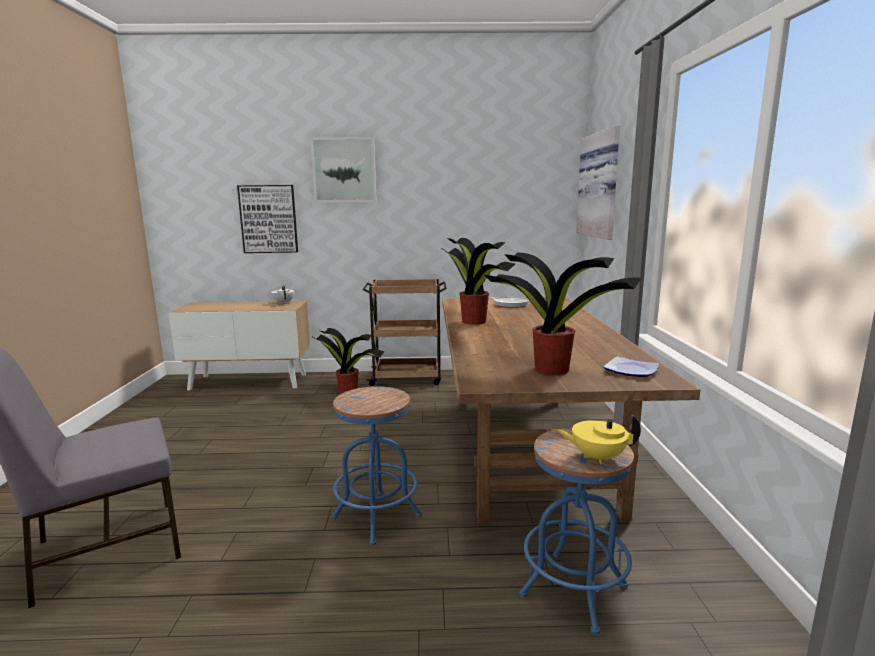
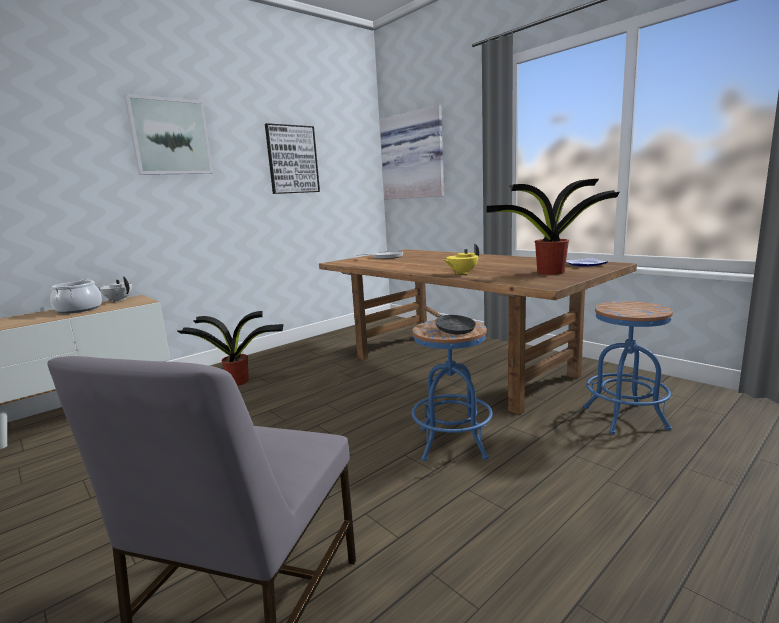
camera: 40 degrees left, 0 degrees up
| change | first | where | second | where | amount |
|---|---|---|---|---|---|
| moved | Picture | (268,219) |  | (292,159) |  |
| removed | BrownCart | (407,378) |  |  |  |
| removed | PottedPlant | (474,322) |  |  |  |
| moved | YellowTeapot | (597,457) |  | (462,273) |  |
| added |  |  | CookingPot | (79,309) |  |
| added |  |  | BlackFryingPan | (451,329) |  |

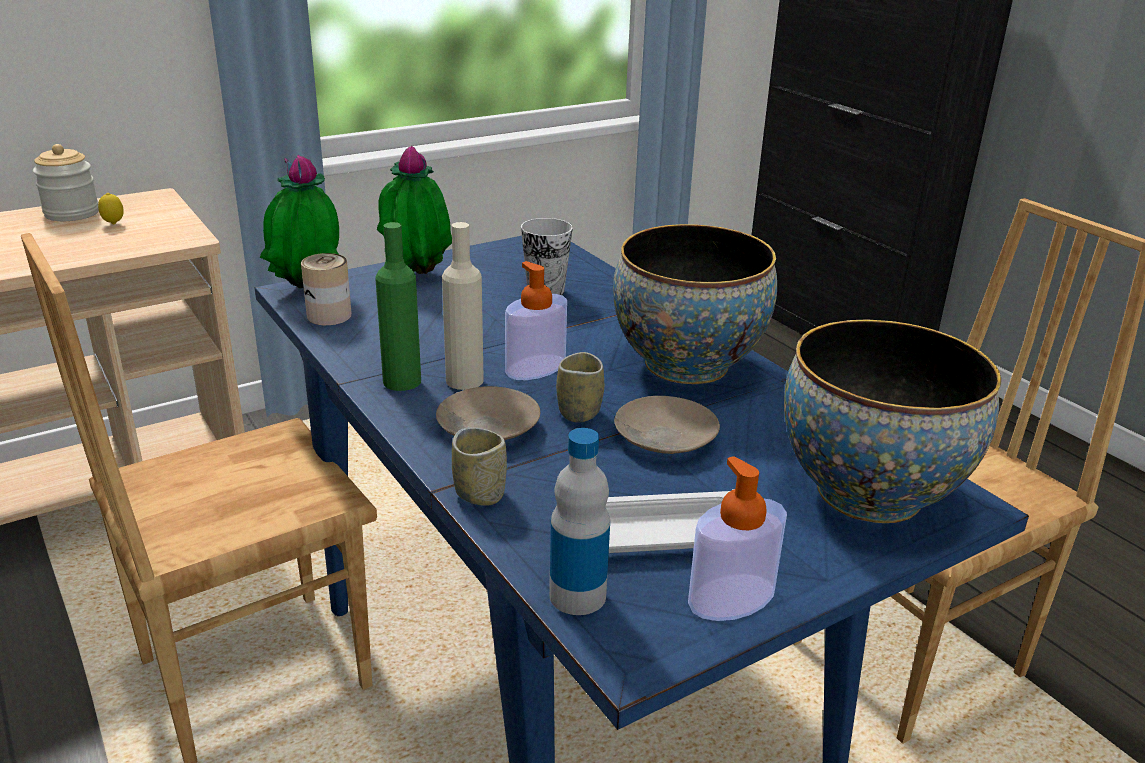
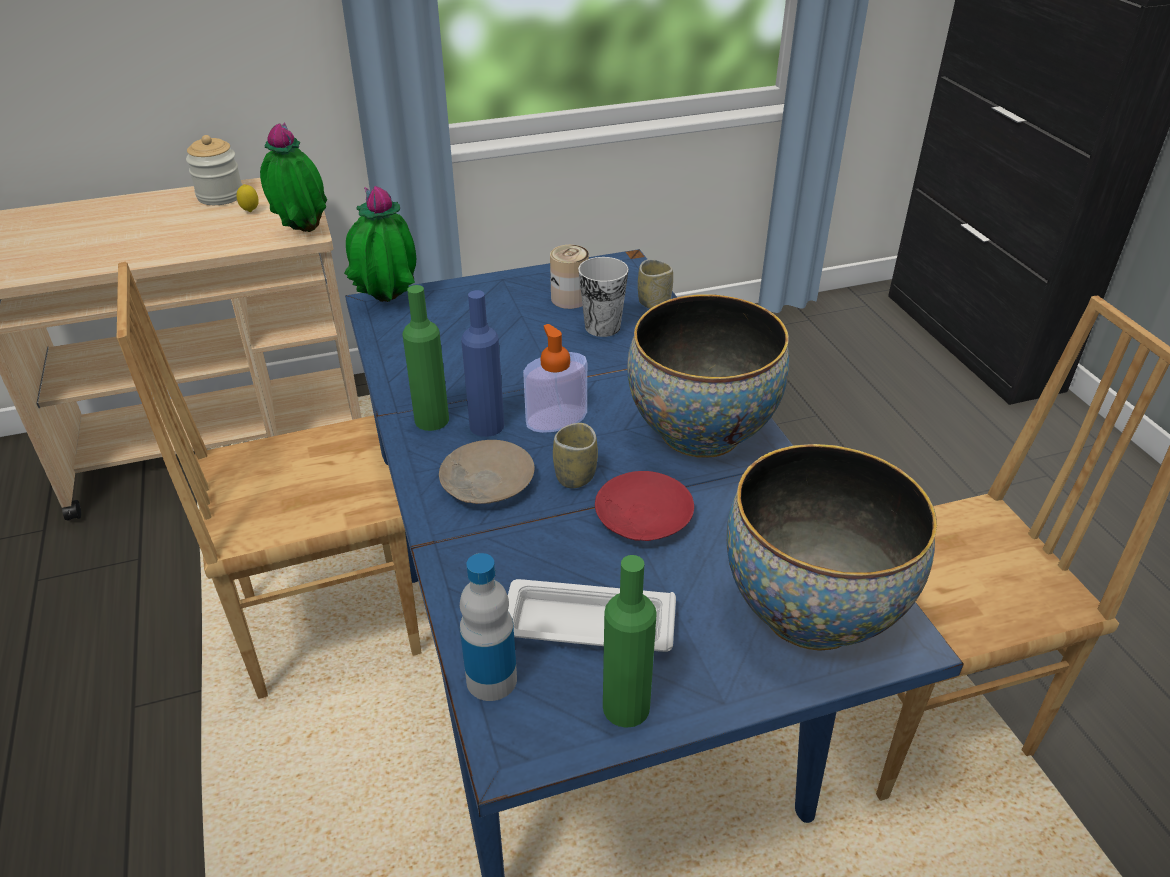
camera: 15 degrees right, 10 degrees up
| change | first | where | second | where | amount |
|---|---|---|---|---|---|
| moved | Can | (329,315) |  | (569,298) |  |
| moved | PottedPlant | (416,276) |  | (302,233) |  |
| recoloured | BeigeBottle | (464,380) | BlueBottle | (486,425) |  |
| moved | Cup | (479,494) |  | (654,303) |  |
| recoloured | BeigePlate | (665,437) | RedPlate | (643,516) |  |
| replaced | SoapDispenser | (731,598) | GreenBottle | (626,707) |  |

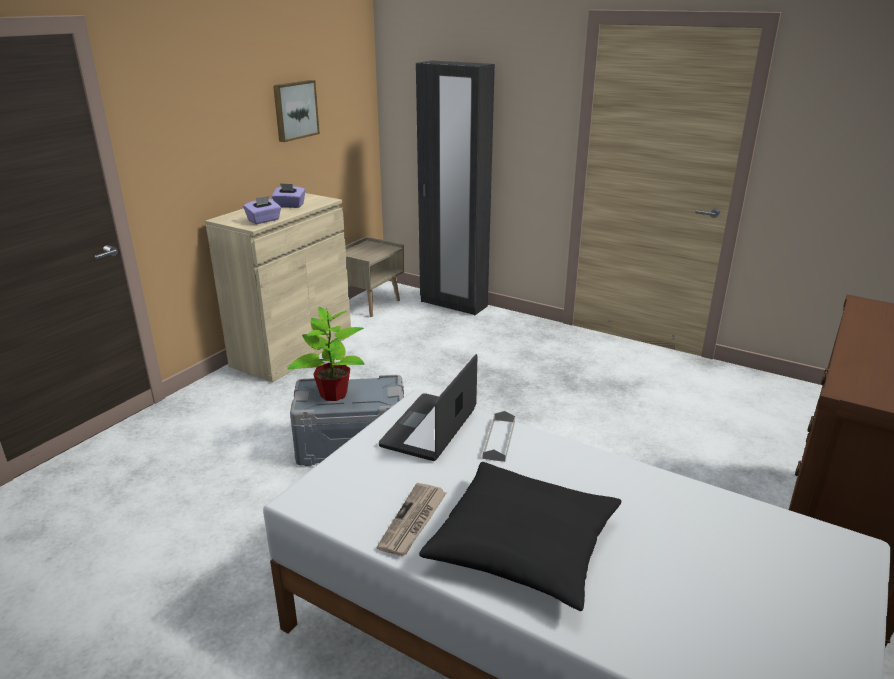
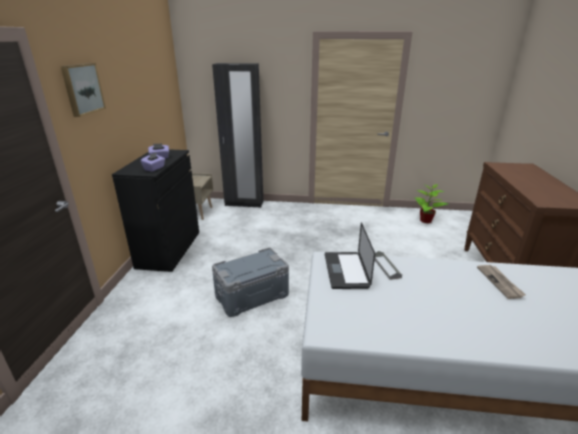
camera: 25 degrees left, 0 degrees up
| change | first | where | second | where | amount |
|---|---|---|---|---|---|
| recoloured | BeigeCabinet | (292,350) | BlackCabinet | (169,249) |  |
| moved | Picture | (294,110) |  | (82,89) |  |
| moved | PottedPlant | (333,394) |  | (425,220) |  |
| moved | Newspaper | (413,521) |  | (500,282) |  |
| removed | BlackPillow | (523,545) |  |  |  |

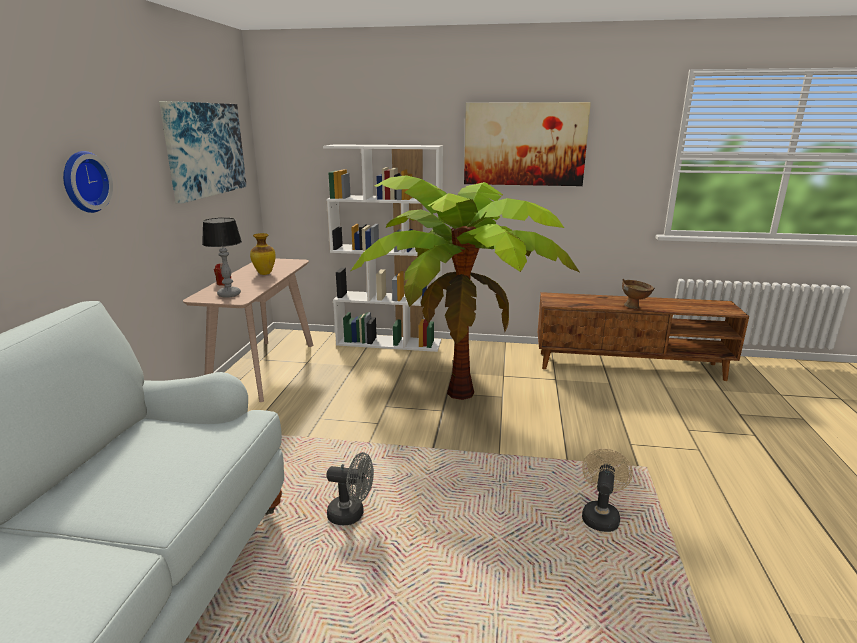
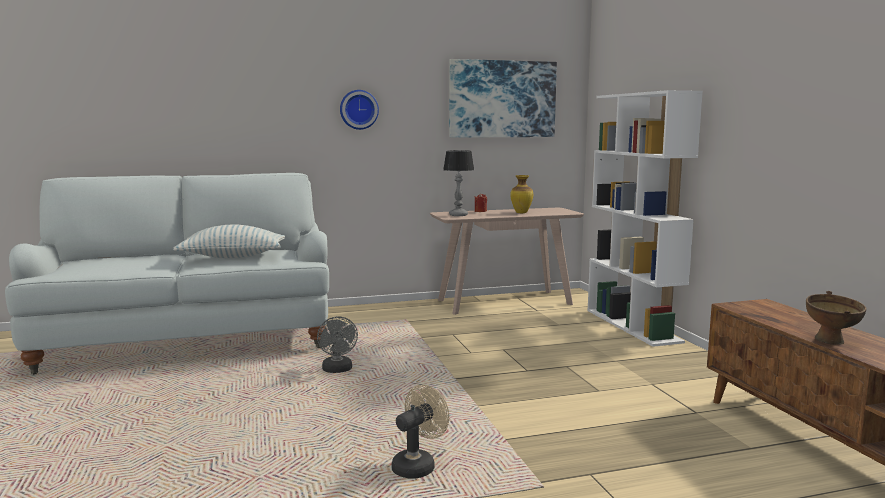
camera: 65 degrees right, 10 degrees down
| change | first | where | second | where | amount |
|---|---|---|---|---|---|
| removed | PottedPlant | (460,392) |  |  |  |
| removed | Picture | (524,144) |  |  |  |
| turned | BeigeFan | (600,515) |  | (418,465) | 45 degrees counterclockwise |
| added |  |  | Pillow | (233,257) |  |

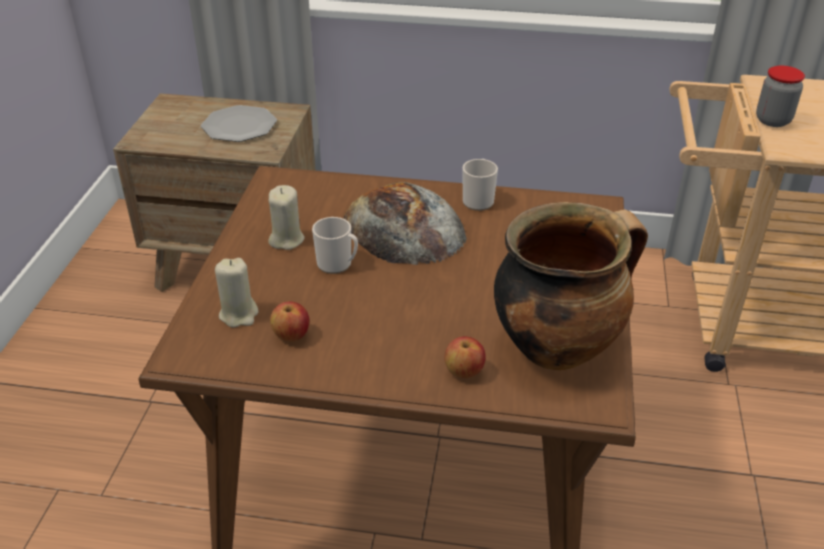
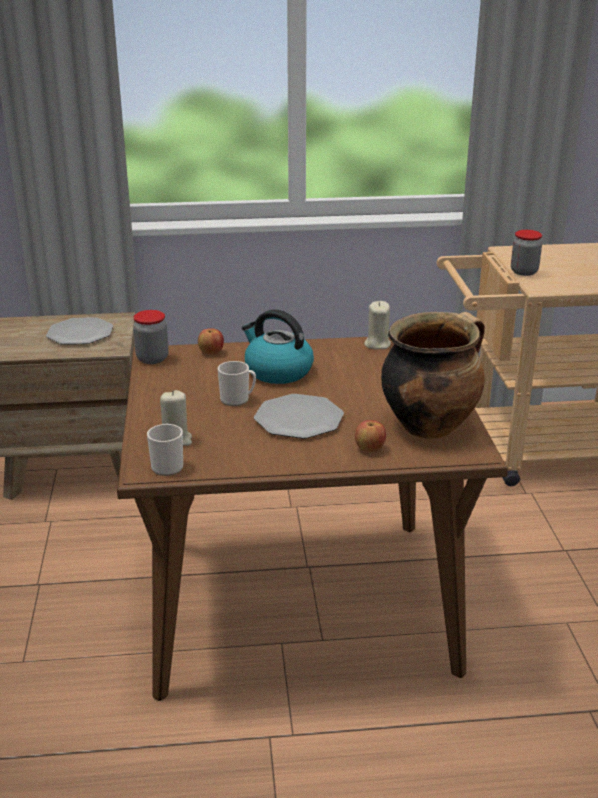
camera: 15 degrees left, 10 degrees down
| change | first | where | second | where | amount |
|---|---|---|---|---|---|
| moved | BeigeCandle | (286,239) |  | (377,344) |  |
| moved | Apple | (291,335) |  | (211,352) |  |
| replaced | Bread | (404,228) | Kettle | (277,371) |  |
| moved | Mug | (478,200) |  | (167,465) |  |
| added |  |  | Jar | (152,358) |  |
| added |  |  | Plate | (299,419) |  |

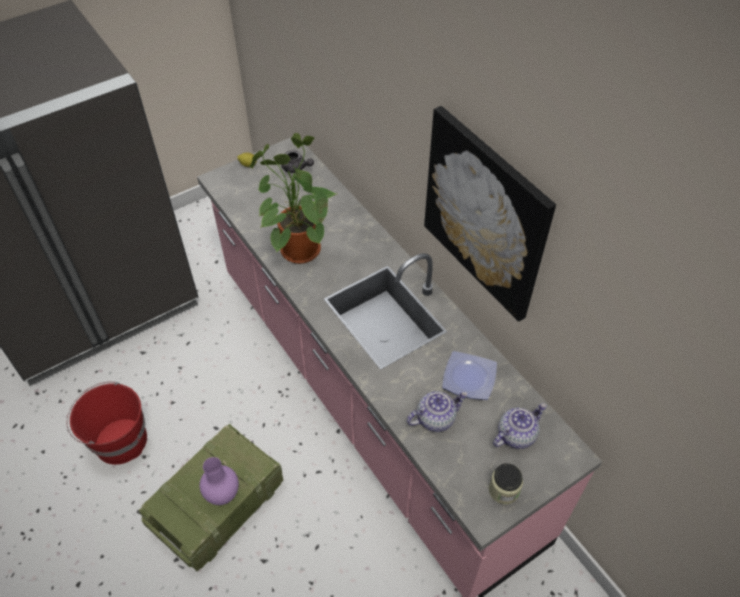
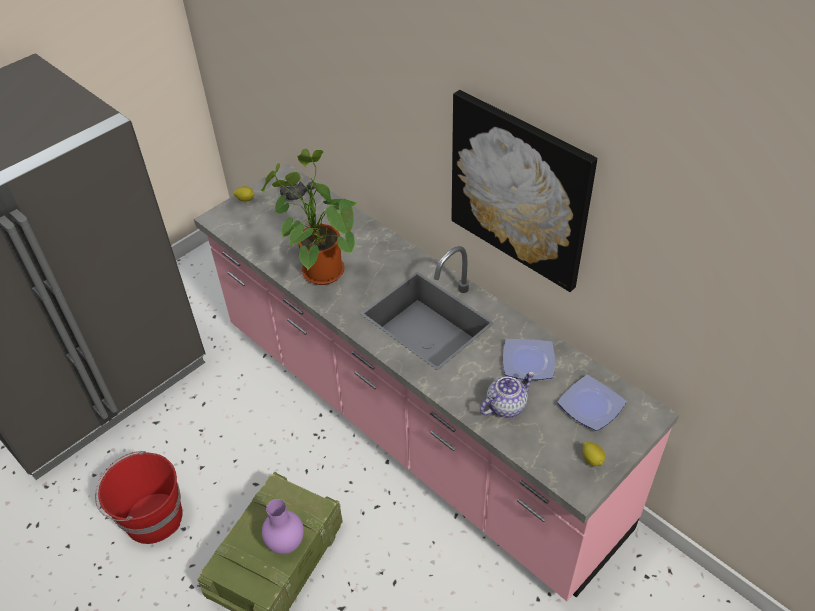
camera: 10 degrees left, 5 degrees down
| change | first | where | second | where | amount |
|---|---|---|---|---|---|
| replaced | Jar | (503,490) | Lemon | (592,459) |  |
| replaced | Teapot | (516,434) | Plate | (589,405) |  |

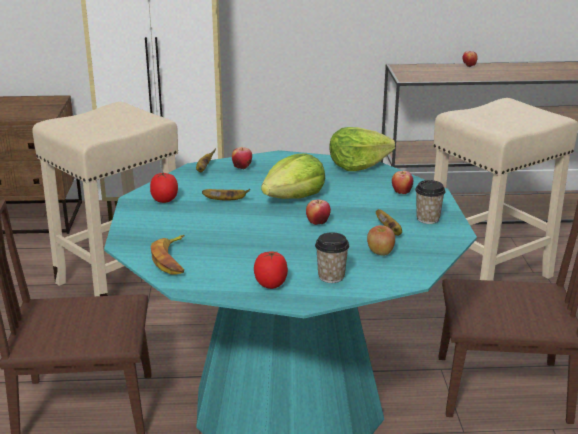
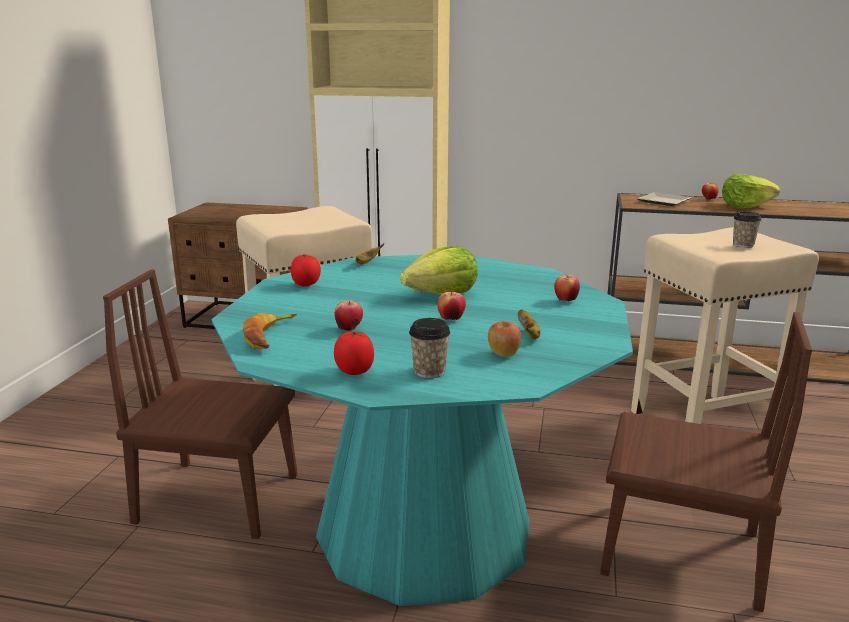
camera: 15 degrees right, 5 degrees down
| change | first | where | second | where | amount |
|---|---|---|---|---|---|
| removed | Banana | (226,201) |  |  |  |
| moved | Apple | (242,168) |  | (349,329) |  |
| moved | Lettuce | (358,165) |  | (745,206) |  |
| moved | Cup | (428,219) |  | (743,245) |  |
| added |  |  | Plate | (664,202) |  |

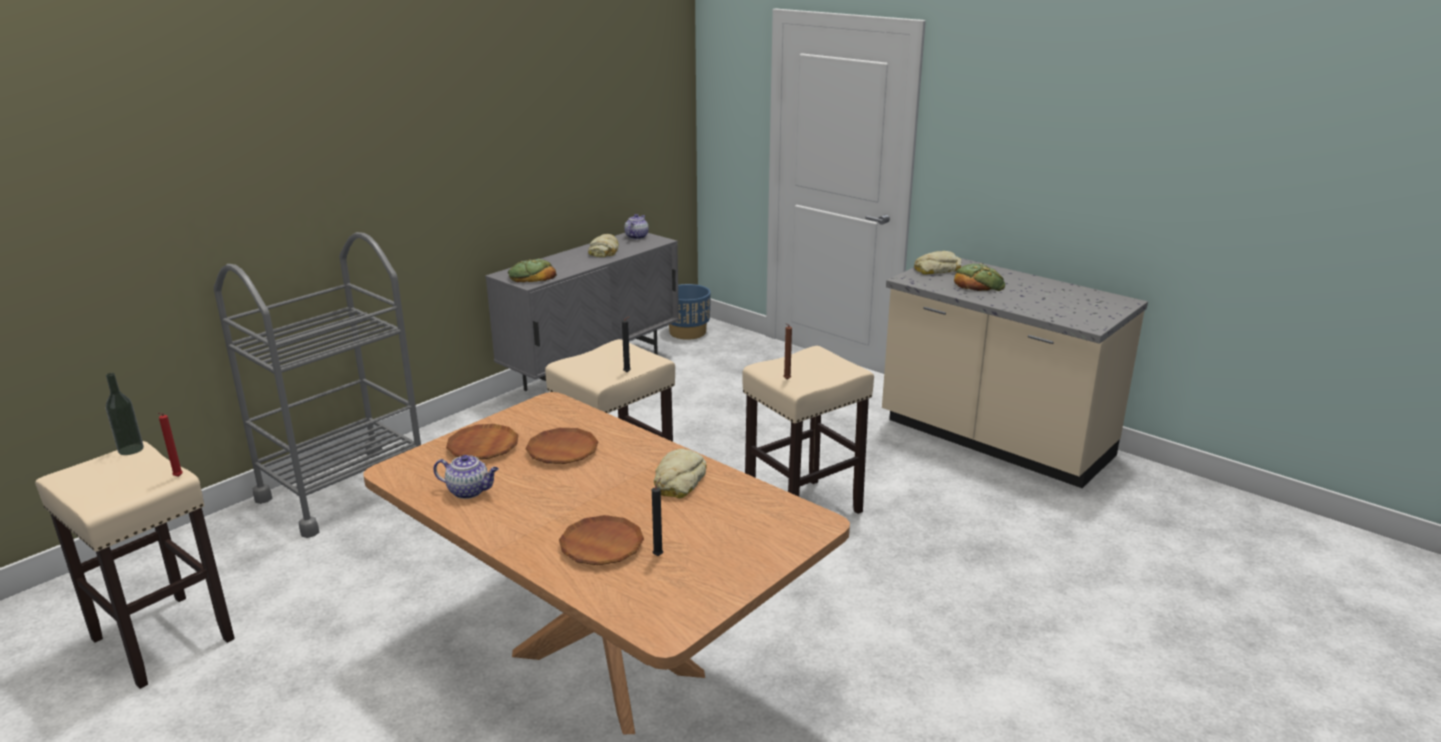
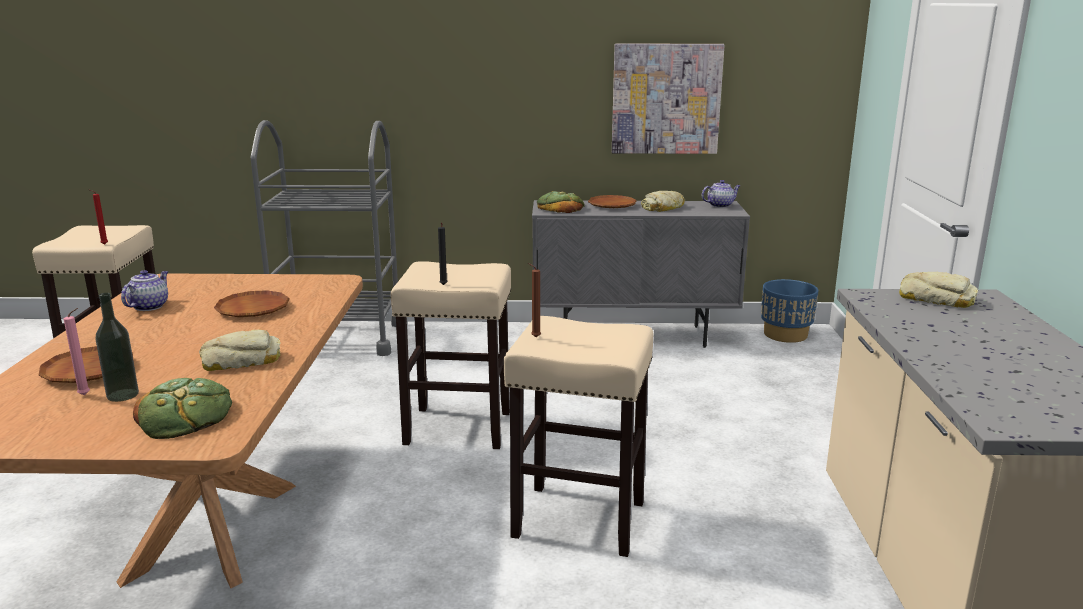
camera: 50 degrees right, 5 degrees down
| change | first | where | second | where | amount |
|---|---|---|---|---|---|
| moved | Bottle | (131,449) |  | (122,395) |  |
| turned | Teapot | (469,491) |  | (149,306) | 135 degrees counterclockwise |
| moved | BrownPlate | (483,447) |  | (612,205) |  |
| recoloured | BlackCandle | (659,555) | PinkCandle | (86,395) |  |
| moved | Bread | (978,283) |  | (185,416) |  |
| added |  |  | Picture | (666,99) |  |

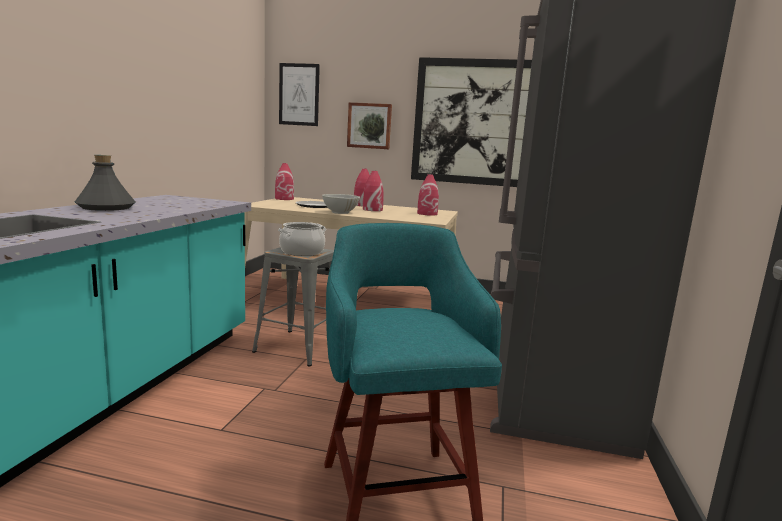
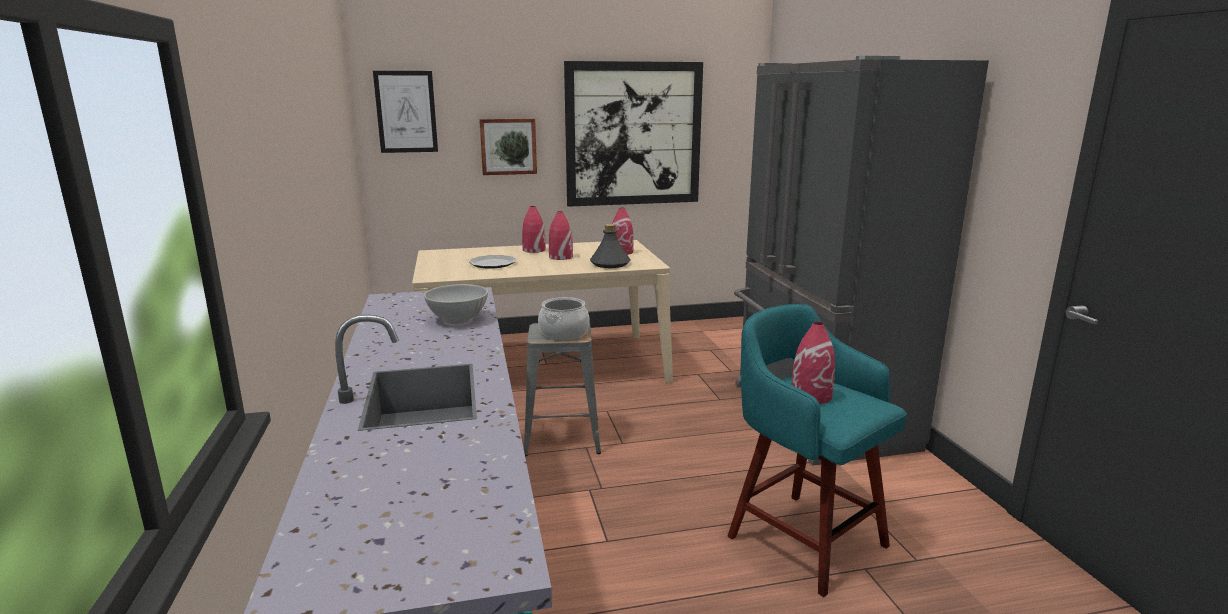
camera: 25 degrees left, 5 degrees up
| change | first | where | second | where | amount |
|---|---|---|---|---|---|
| moved | GreyBottle | (106,207) |  | (609,264) |  |
| moved | RedVase | (284,199) |  | (811,395) |  |
| moved | WhiteBowl | (340,212) |  | (457,319) |  |

